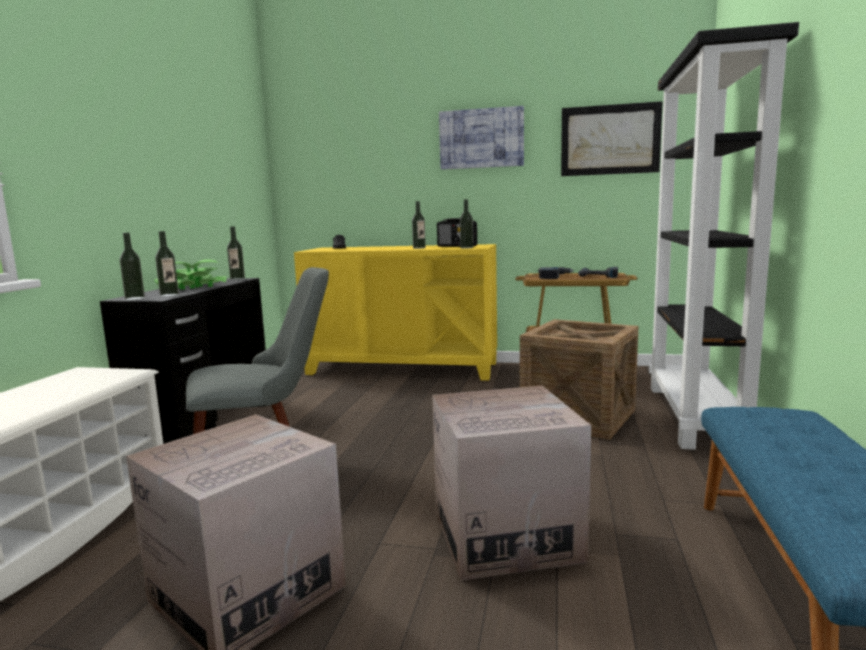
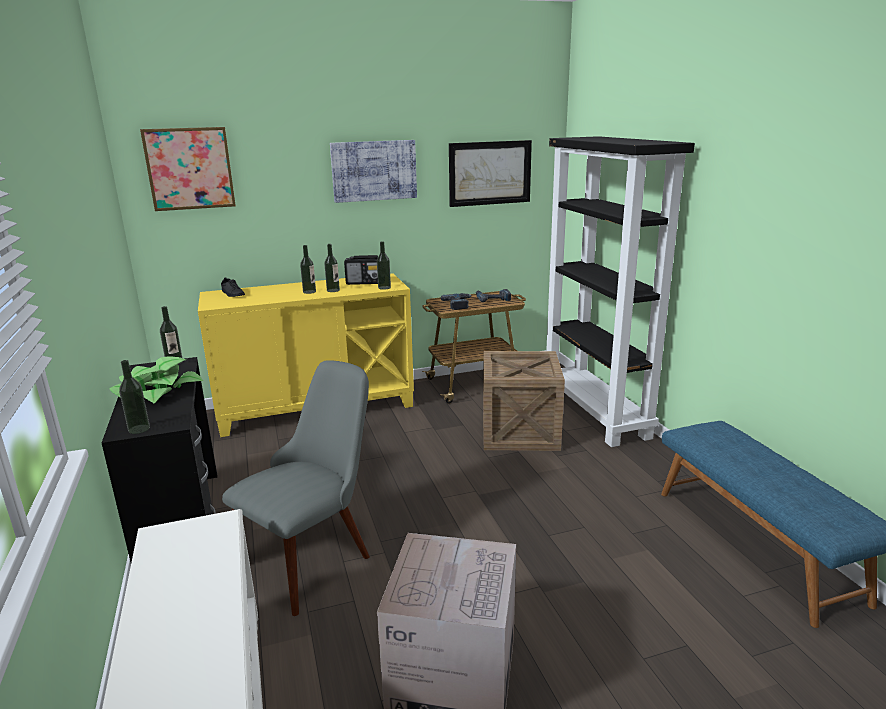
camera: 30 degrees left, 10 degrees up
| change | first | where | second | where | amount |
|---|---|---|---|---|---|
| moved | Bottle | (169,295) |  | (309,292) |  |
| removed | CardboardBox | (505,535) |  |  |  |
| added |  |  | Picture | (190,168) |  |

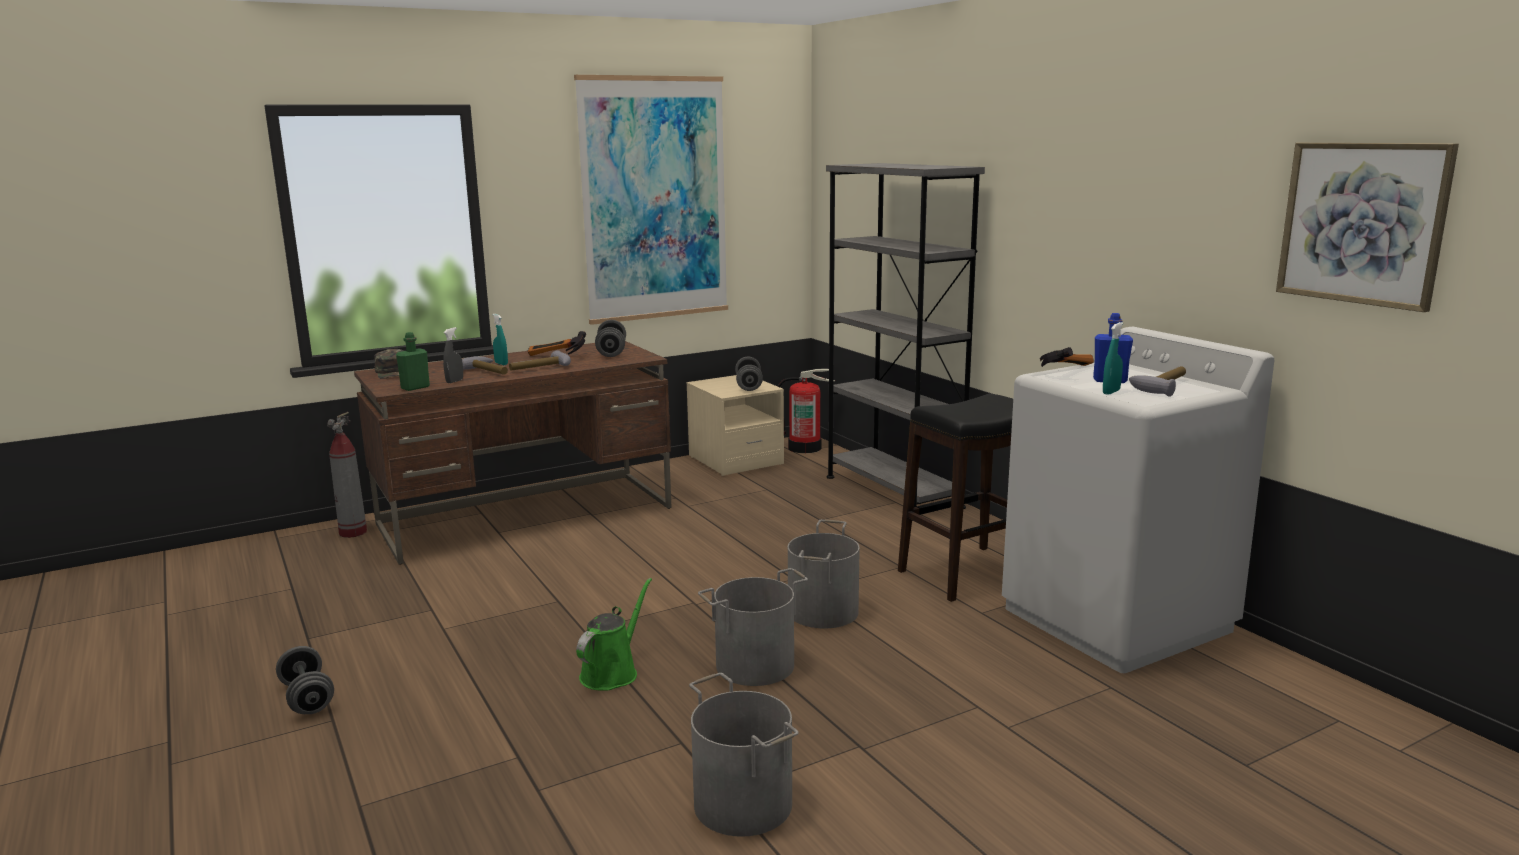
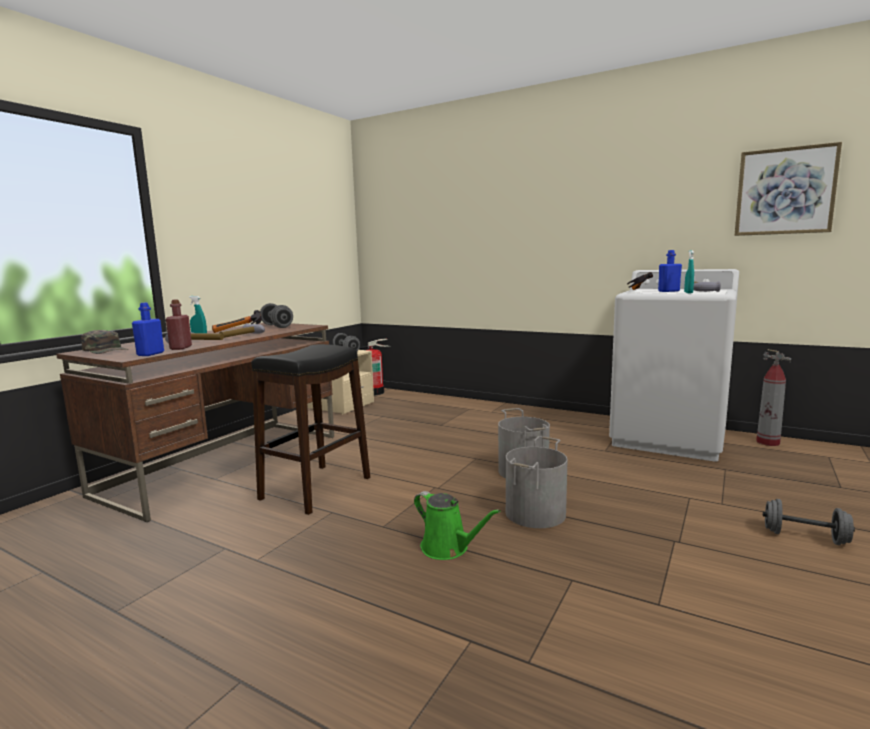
camera: 30 degrees left, 5 degrees down
| change | first | where | second | where | amount |
|---|---|---|---|---|---|
| moved | GreyDumbbell | (307,698) |  | (805,537) |  |
| moved | FireExtinguisher | (353,532) |  | (768,442) |  |
| recoloured | GreenBottle | (415,387) | BlueBottle | (150,354) |  |
| replaced | GreySprayBottle | (454,381) | RedBottle | (181,348) |  |
| removed | Picture | (654,199) |  |  |  |
| turned | GreenWateringCan | (612,672) |  | (448,548) | 135 degrees clockwise |
| removed | GreyBucket | (741,804) |  |  |  |
| removed | GreyBookcase | (893,491) |  |  |  |
| moved | BlackStool | (968,573) |  | (316,488) |  |

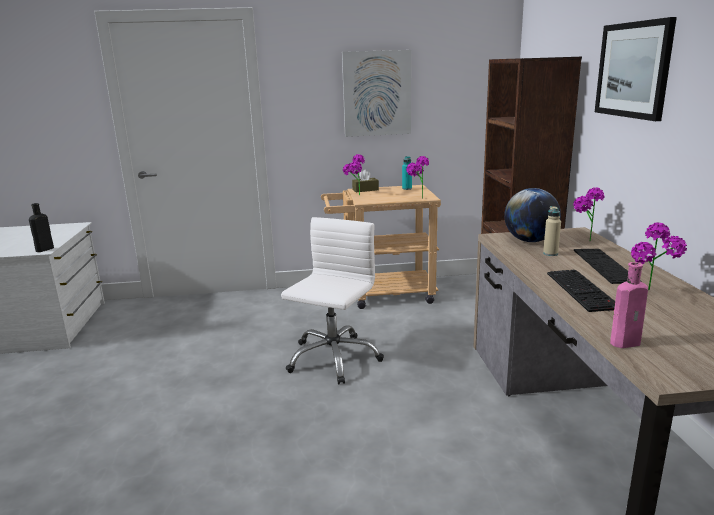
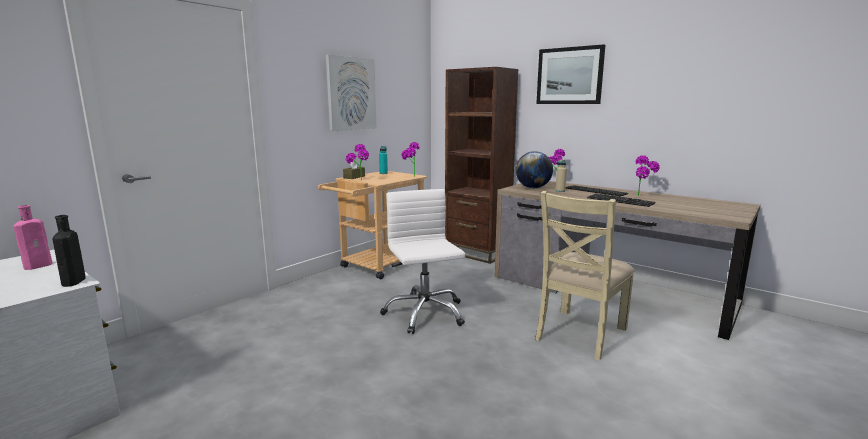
camera: 45 degrees left, 5 degrees down
| change | first | where | second | where | amount |
|---|---|---|---|---|---|
| moved | PinkBottle | (627,342) |  | (40,265) |  |
| added |  |  | BeigeChair | (580,333) |  |

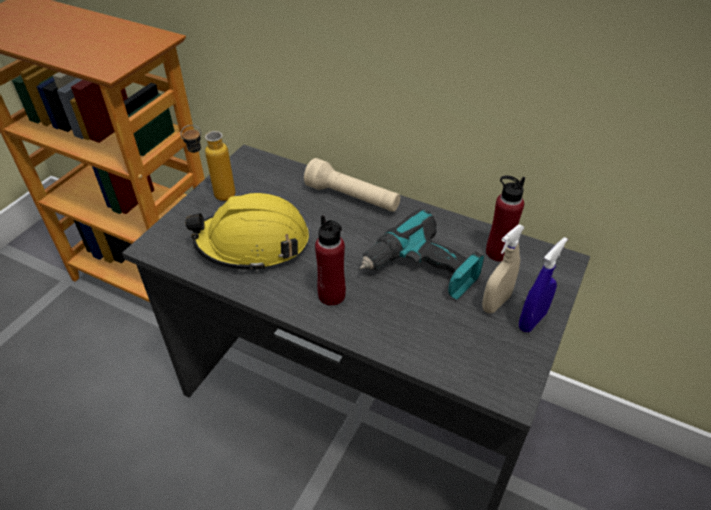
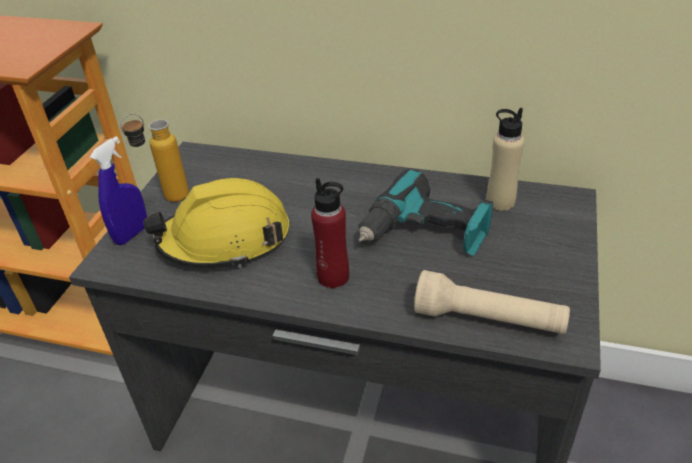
camera: 10 degrees left, 5 degrees down
| change | first | where | second | where | amount |
|---|---|---|---|---|---|
| moved | BeigeFlashlight | (352,198) |  | (488,320) |  |
| removed | BeigeSprayBottle | (496,303) |  |  |  |
| recoloured | RedBottle | (498,252) | BeigeBottle | (500,202) |  |
| moved | BlueSprayBottle | (532,320) |  | (132,234) |  |

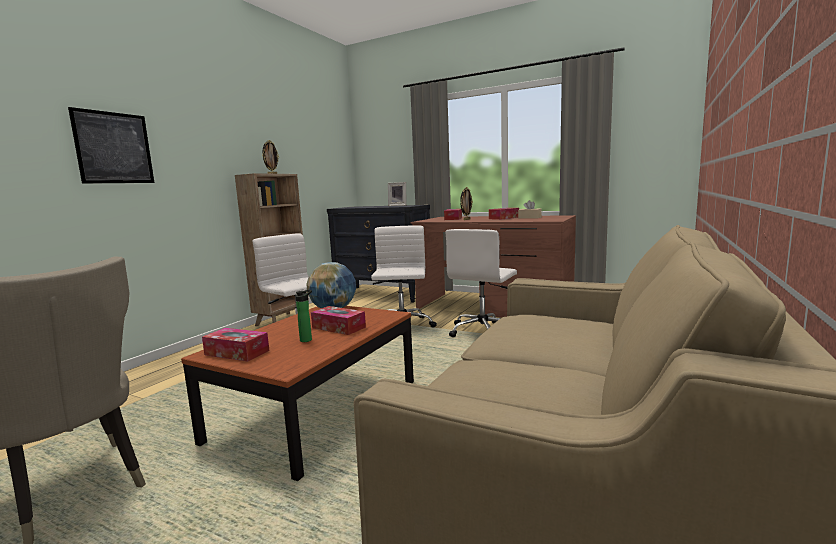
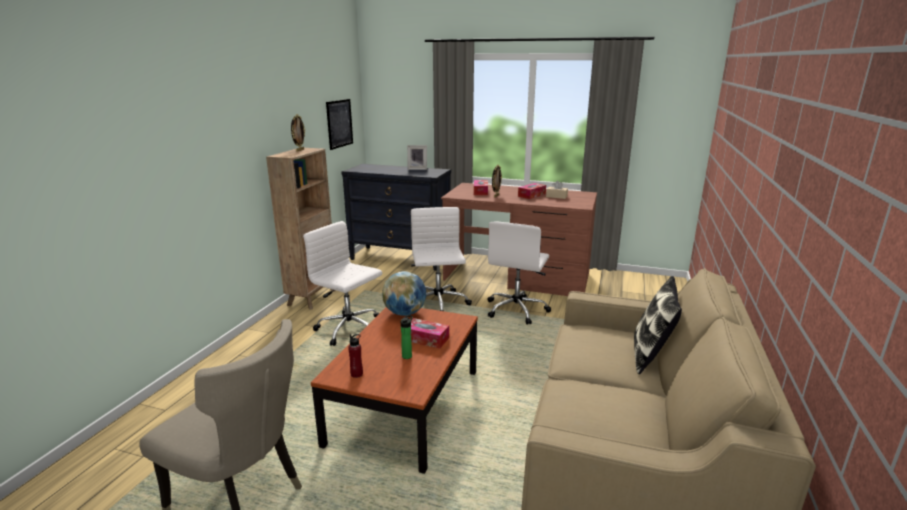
camera: 10 degrees left, 10 degrees up
| change | first | where | second | where | amount |
|---|---|---|---|---|---|
| moved | Picture | (114,148) |  | (339,123) |  |
| replaced | TissueBox | (237,352) | RedBottle | (356,374) |  |
| added |  |  | Pillow | (650,355) |  |

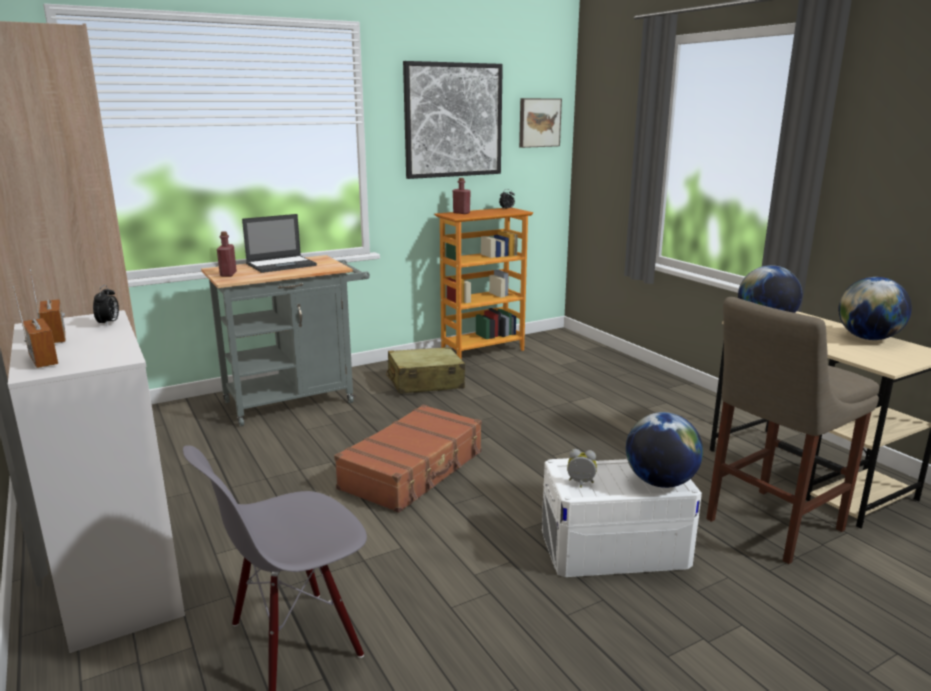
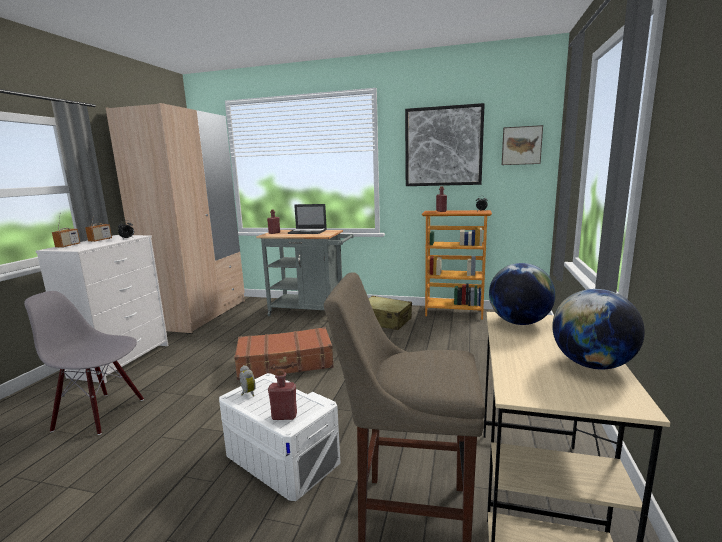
camera: 45 degrees right, 5 degrees down
| change | first | where | second | where | amount |
|---|---|---|---|---|---|
| replaced | Globe | (660,482) | RedBottle | (284,416) |  |

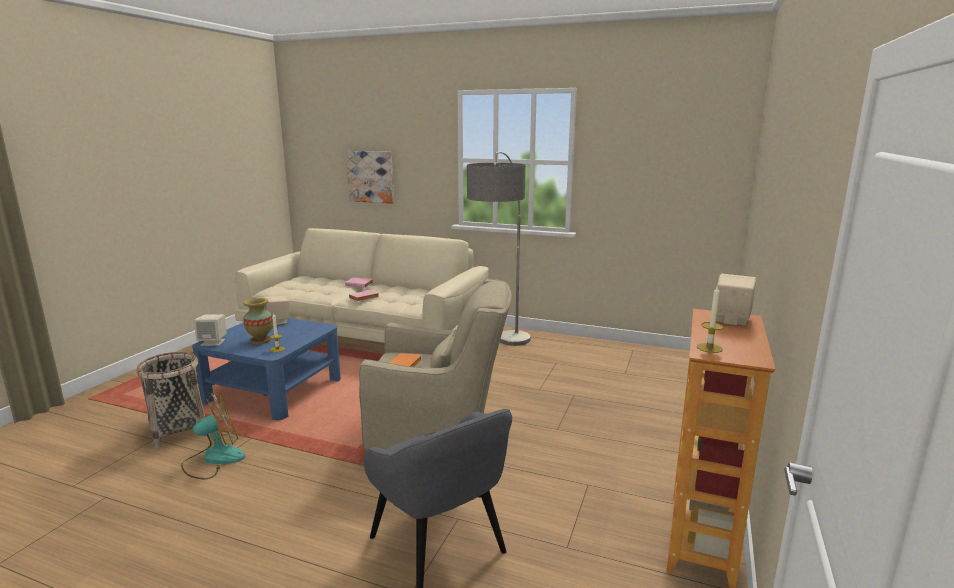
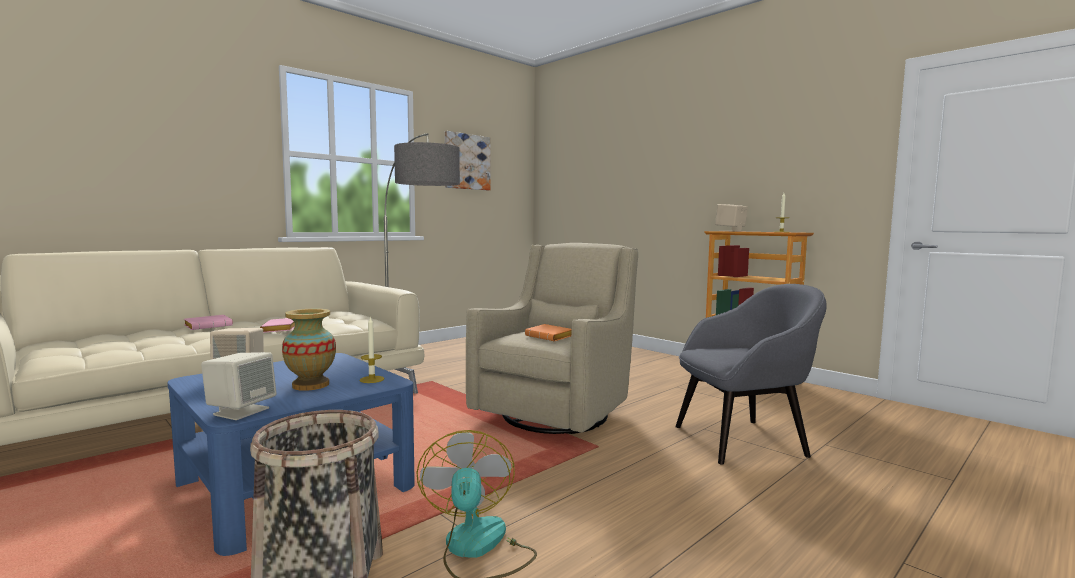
camera: 65 degrees left, 10 degrees down
| change | first | where | second | where | amount |
|---|---|---|---|---|---|
| moved | Picture | (371,176) |  | (467,162) |  |

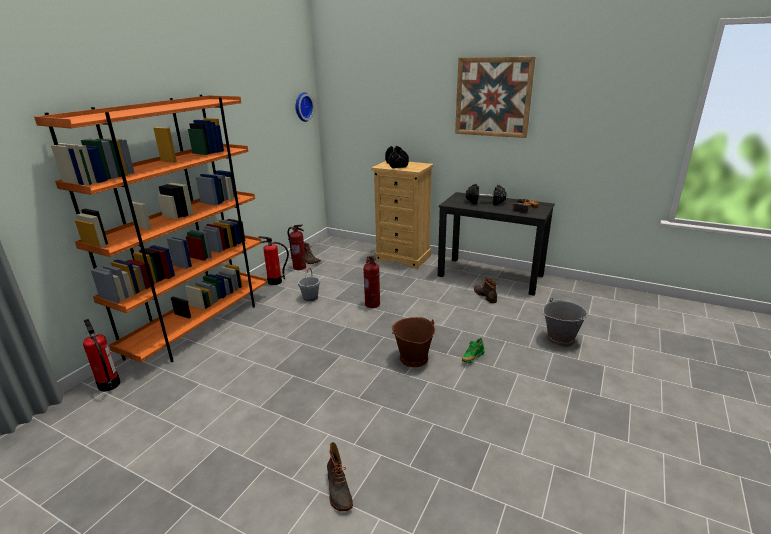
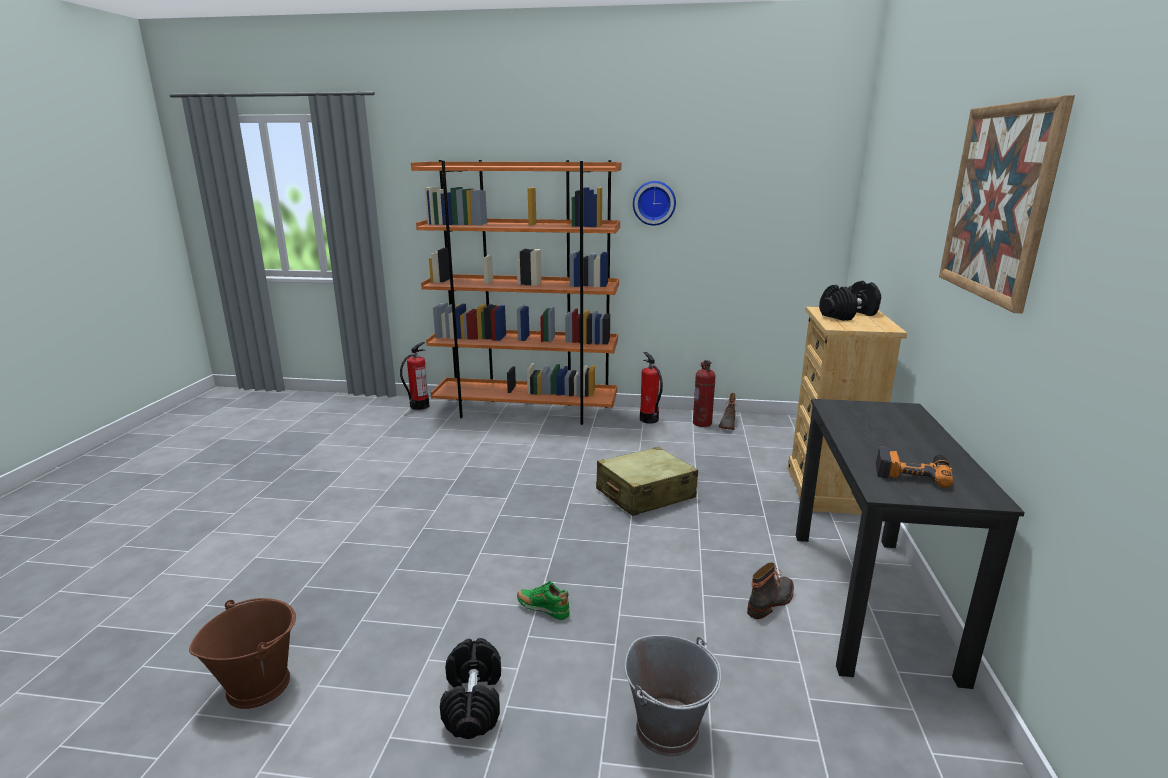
camera: 70 degrees right, 5 degrees down
| change | first | where | second | where | amount |
|---|---|---|---|---|---|
| moved | WallClock | (302,107) |  | (654,203) |  |
| removed | GreyBucket | (310,297) |  |  |  |
| removed | Boot | (338,490) |  |  |  |
| replaced | FireExtinguisher | (373,304) | BeigeSuitcase | (645,494) |  |
| moved | BrownBucket | (413,358) |  | (258,684) |  |
| moved | BlackDumbbell | (485,202) |  | (472,702) |  |

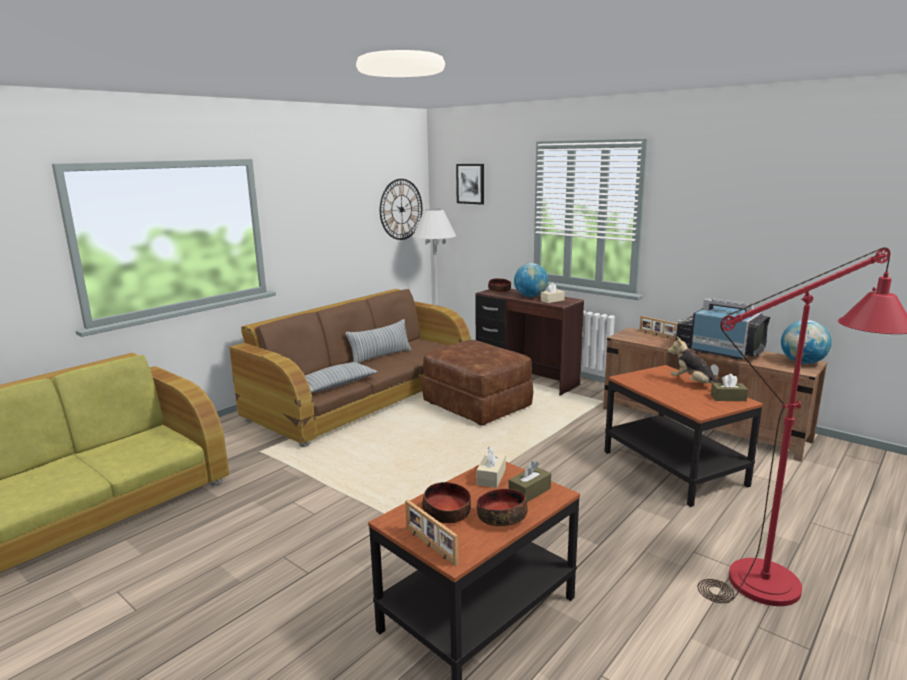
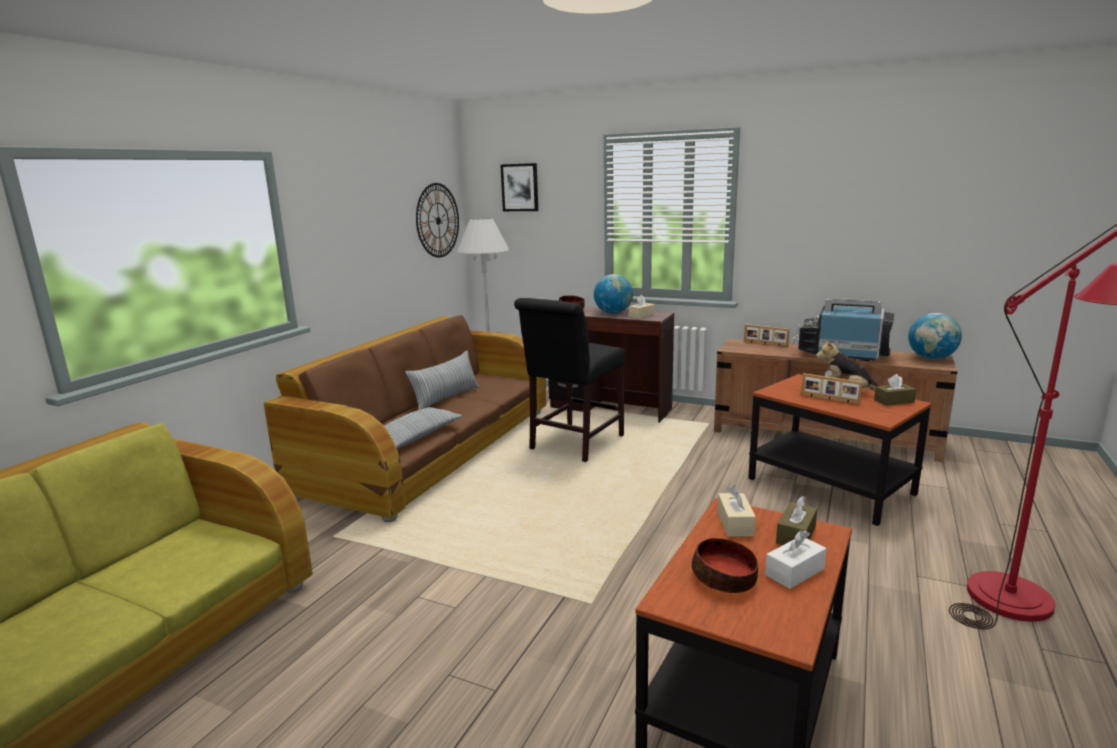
camera: 15 degrees left, 0 degrees up
| change | first | where | second | where | amount |
|---|---|---|---|---|---|
| moved | PictureFrame | (430,546) |  | (829,399) |  |
| replaced | BrownOttoman | (476,405) | BlackChair | (573,444) |  |
| replaced | Bowl | (502,517) | WhiteTissueBox | (794,572) |  |

